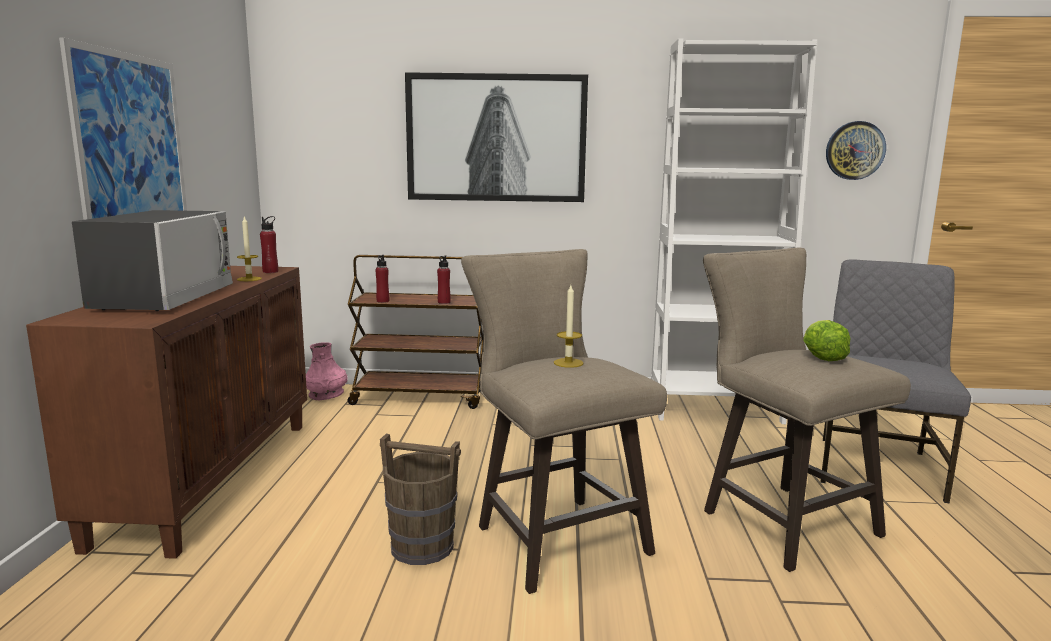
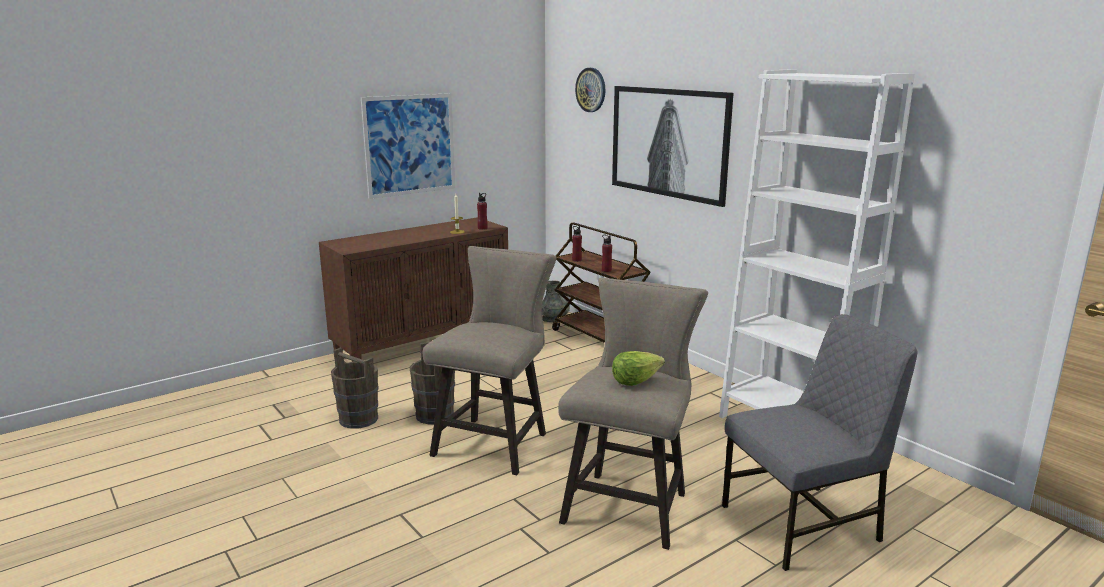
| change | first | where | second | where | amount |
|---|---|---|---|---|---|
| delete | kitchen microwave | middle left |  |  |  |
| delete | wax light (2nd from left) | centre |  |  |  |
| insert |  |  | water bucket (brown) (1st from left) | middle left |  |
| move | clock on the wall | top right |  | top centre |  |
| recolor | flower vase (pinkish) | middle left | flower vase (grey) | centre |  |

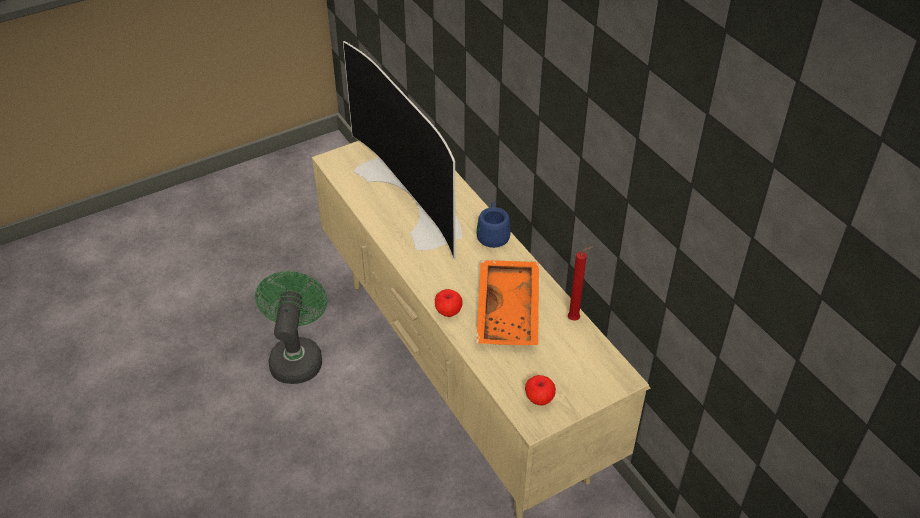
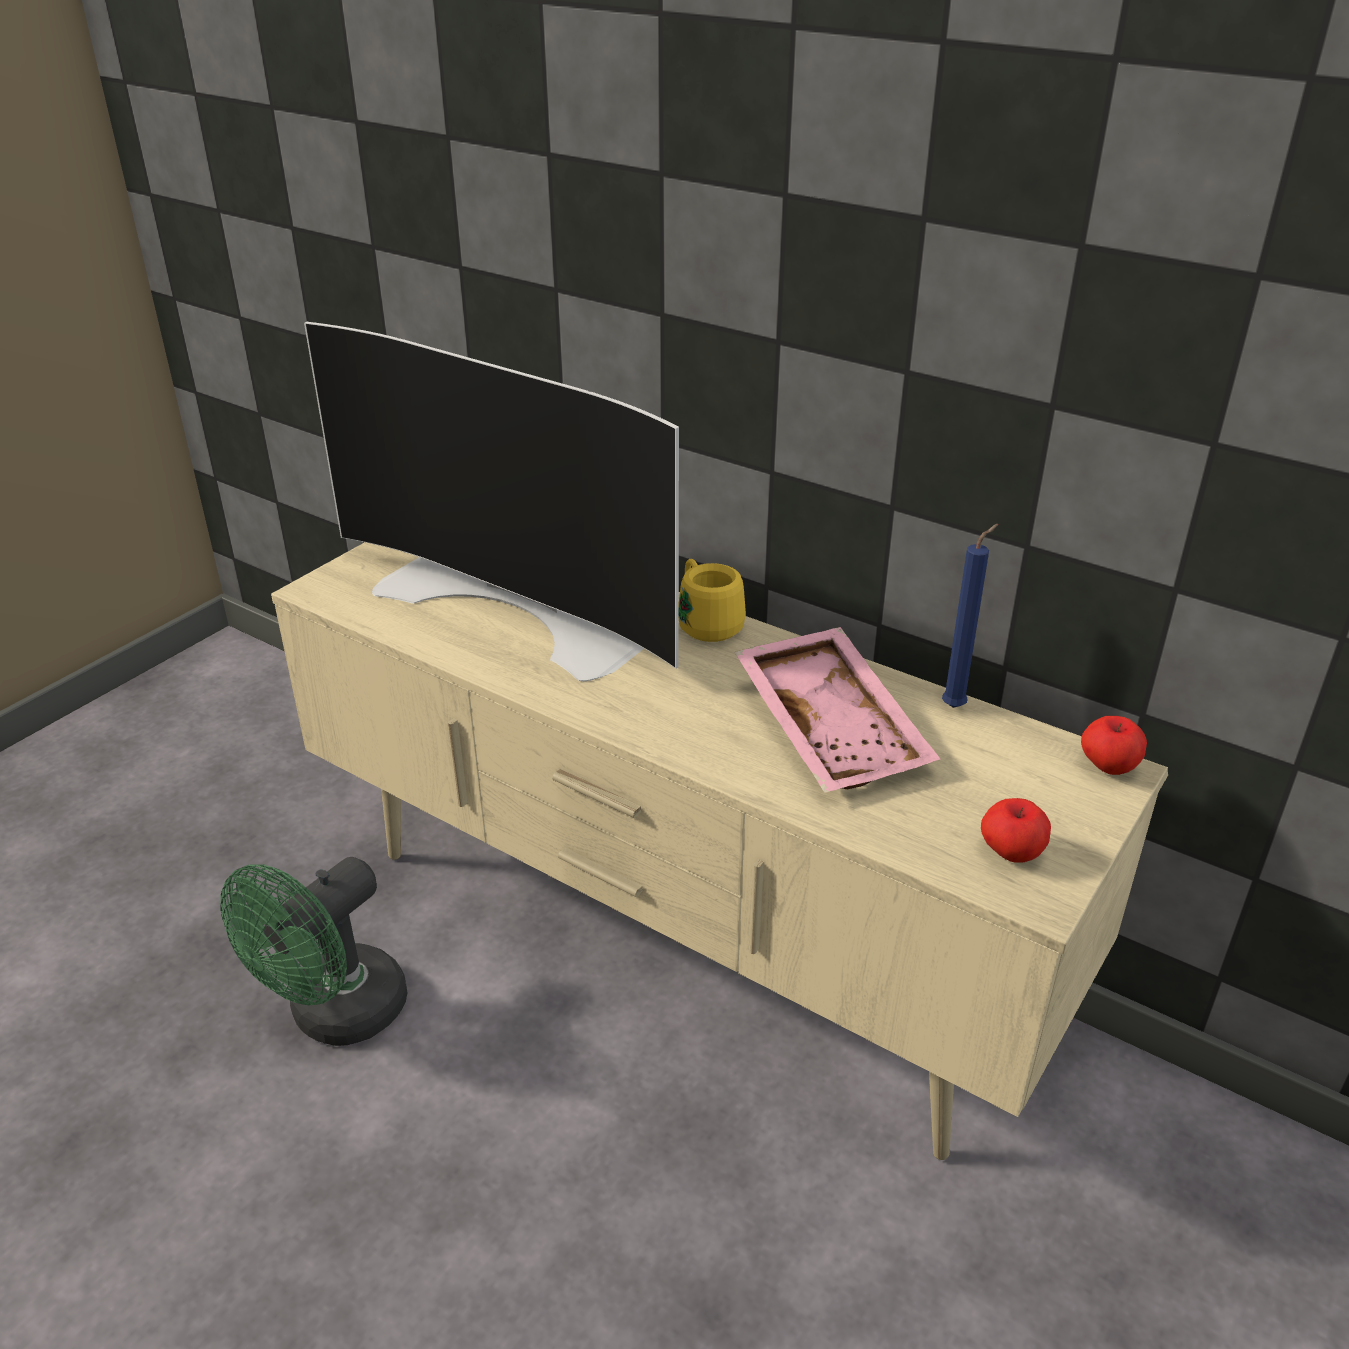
| change | first | where | second | where | amount |
|---|---|---|---|---|---|
| move | apple fruit (1st from left in the first image) | centre | apple fruit (2nd from left) | middle right |  |
| recolor | coffee mug (blue) | centre | coffee mug (yellow) | centre |  |
| recolor | serving tray (orangey) | centre | serving tray (pinkish) | centre |  |
| recolor | wax light (reddish) | centre | wax light (blue) | middle right |  |
| rotate | electric fan (greenish) | middle left |  | bottom left | 120 degrees counterclockwise |

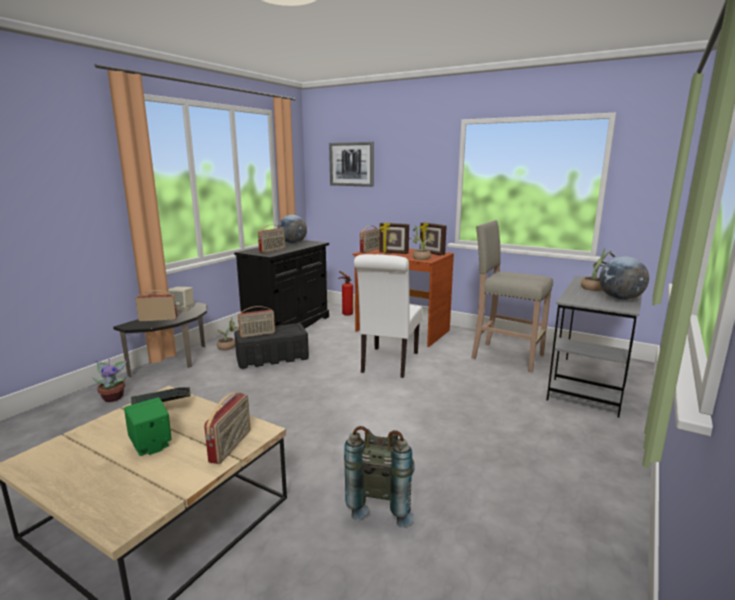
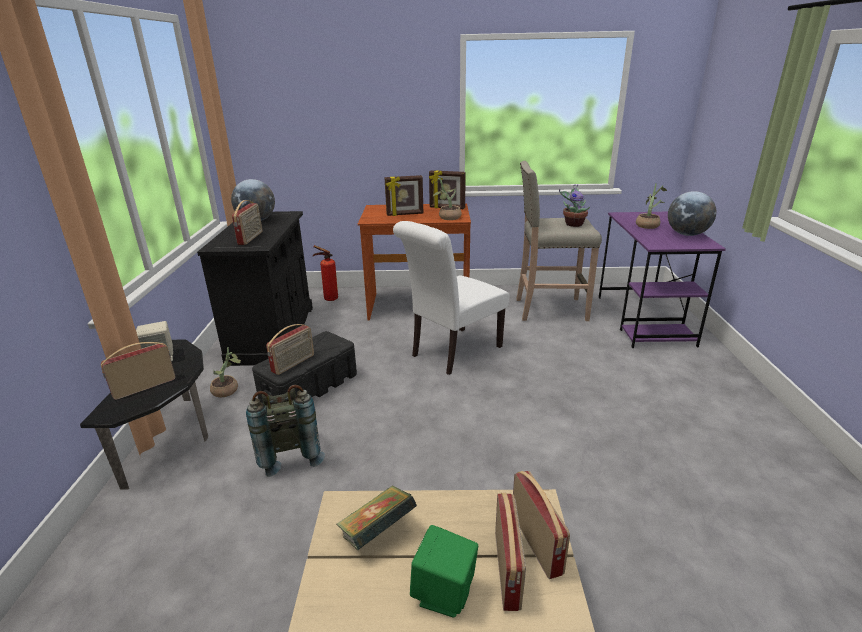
| change | first | where | second | where | amount |
|---|---|---|---|---|---|
| delete | wall picture | top centre |  |  |  |
| move | houseplant (1st from left in the first image) | middle left | houseplant (3rd from left) | top centre |  |
| move | knapsack (grey) | bottom centre |  | bottom left |  |
| move | radio (5th from left in the first image) | centre | radio (4th from left) | bottom centre |  |
| recolor | desk unit (grey) | middle right | desk unit (purple) | middle right |  |
| rotate | chair (whitish) | centre |  | centre | 60 degrees clockwise |

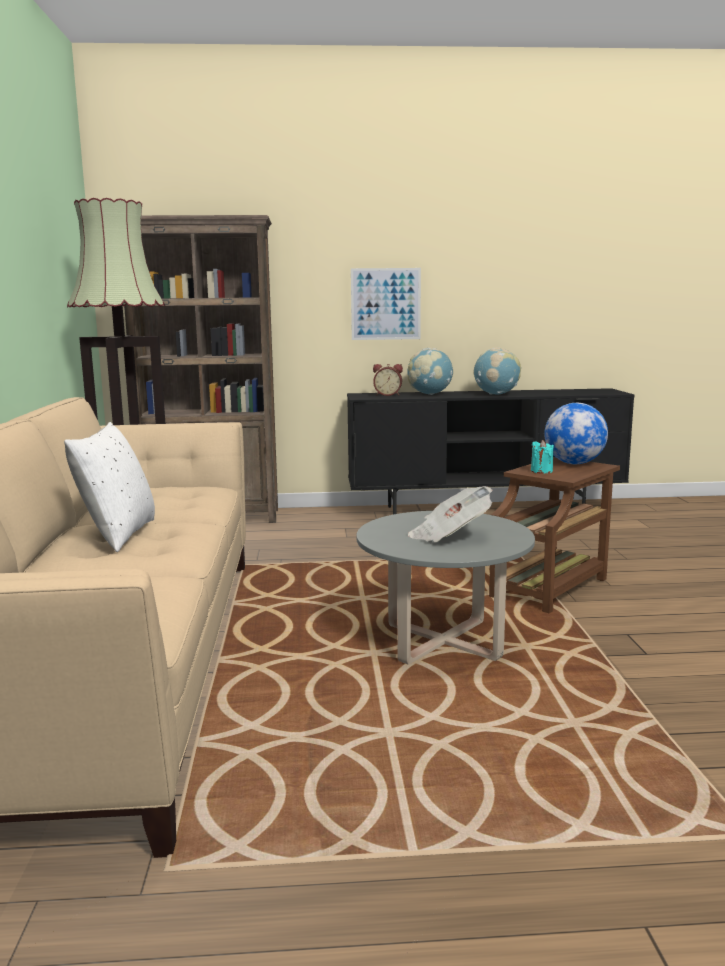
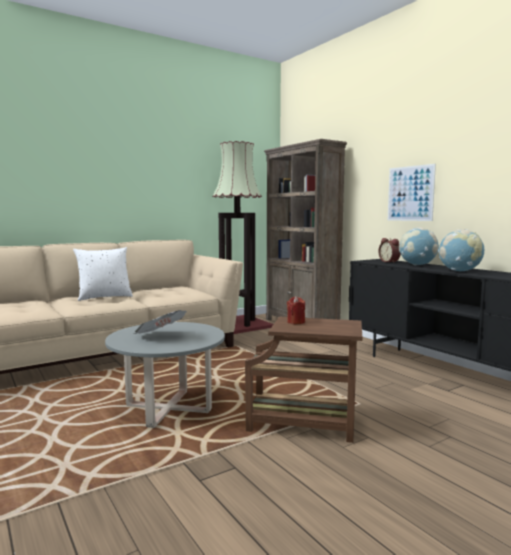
| change | first | where | second | where | amount |
|---|---|---|---|---|---|
| delete | globe (3rd from left) | middle right |  |  |  |
| recolor | wax light (blue-green) | middle right | wax light (reddish) | centre |  |

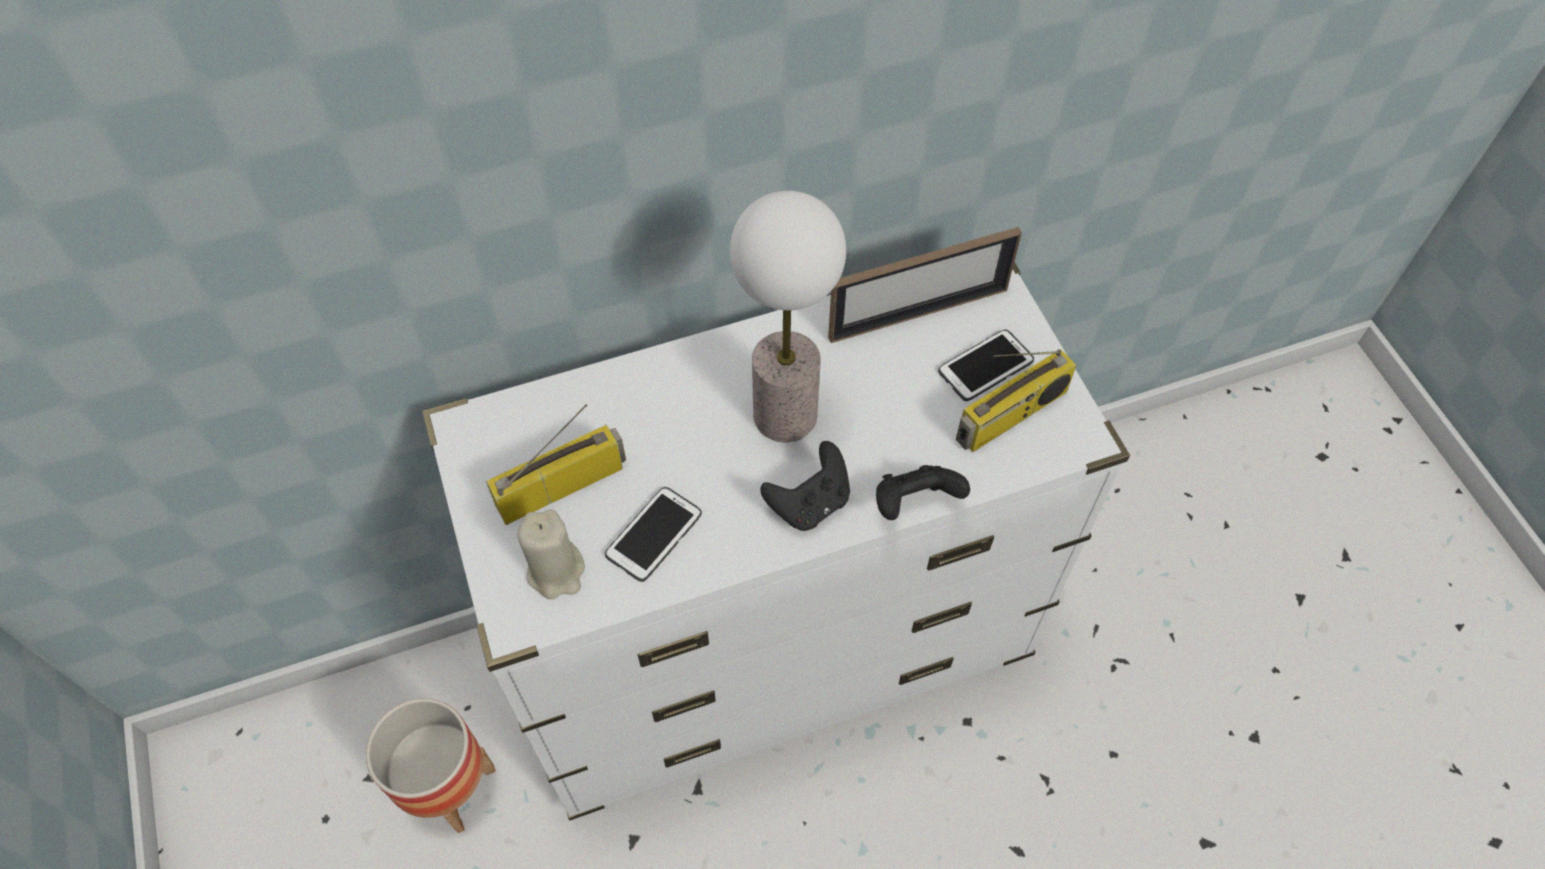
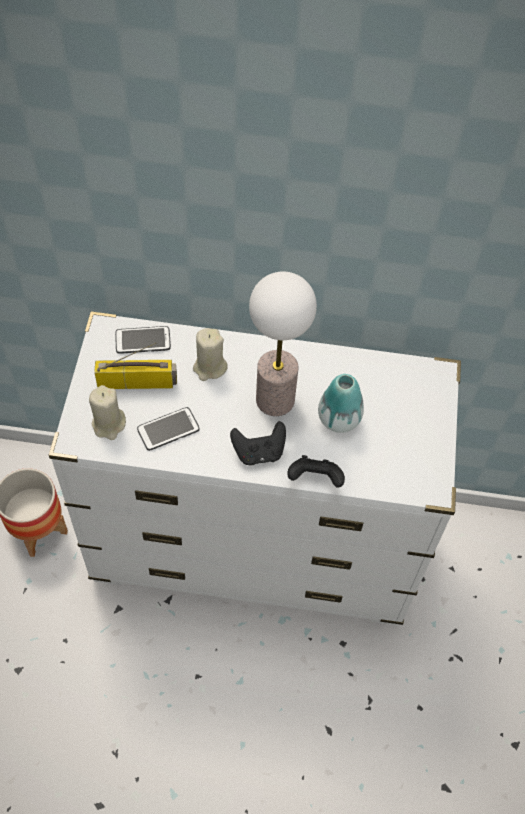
| change | first | where | second | where | amount |
|---|---|---|---|---|---|
| delete | picture frame | top centre |  |  |  |
| delete | radio (2nd from left) | centre |  |  |  |
| insert |  |  | wax light (beige) (2nd from left) | centre |  |
| insert |  |  | flower vase | centre |  |
| move | handset (2nd from left in the first image) | centre | handset (1st from left) | middle left |  |

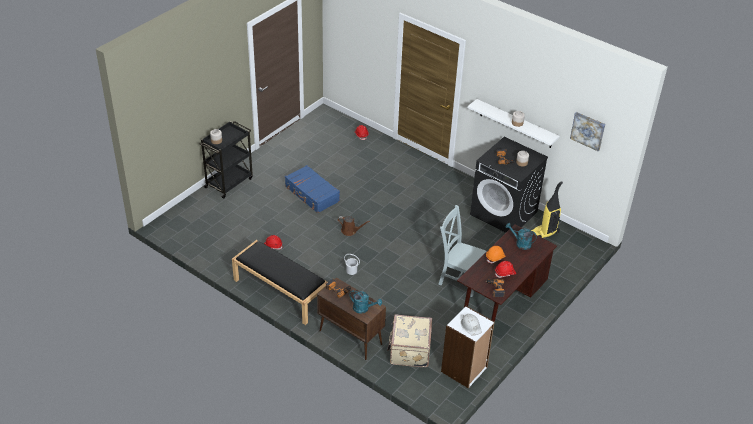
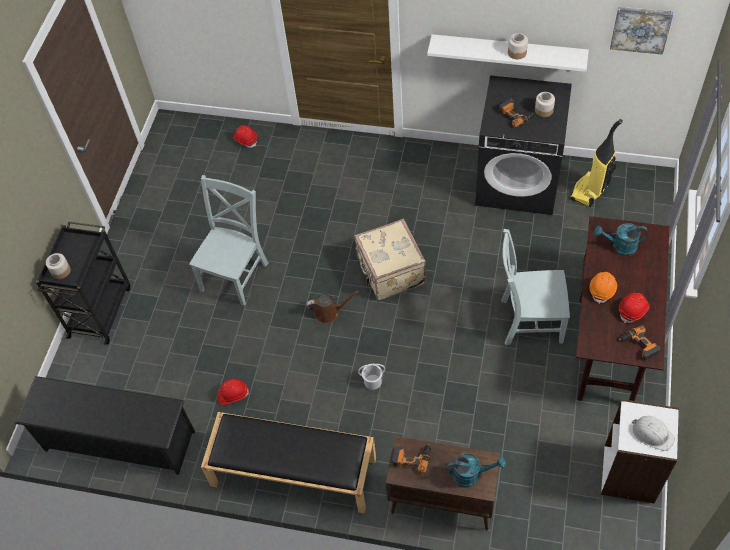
| change | first | where | second | where | amount |
|---|---|---|---|---|---|
| insert |  |  | shoe rack (black-coloured) | bottom left |  |
| move | piece of luggage (beige) | bottom centre |  | centre |  |
| replace | piece of luggage (blue) | centre | chair (grey) (1st from left) | middle left |  |

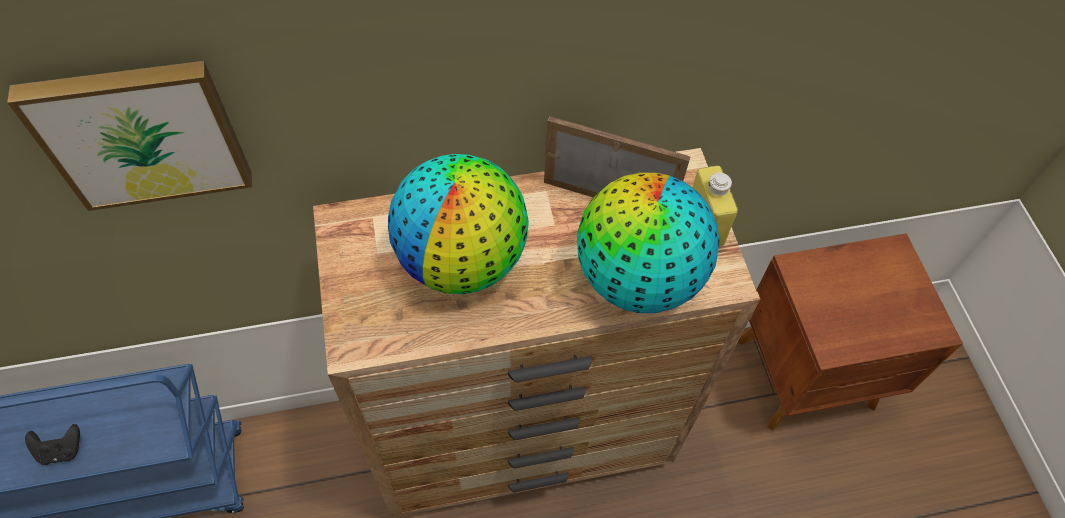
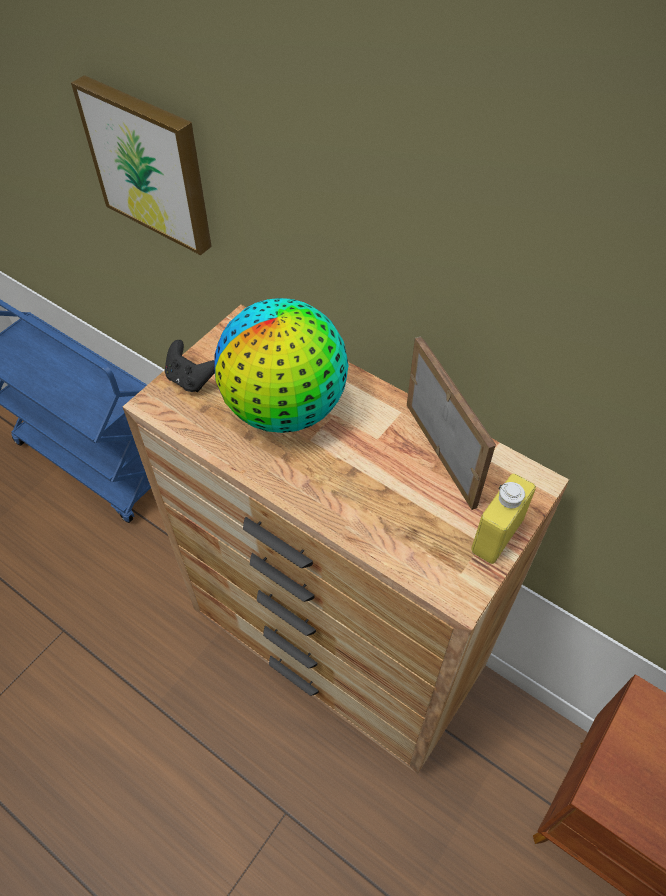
| change | first | where | second | where | amount |
|---|---|---|---|---|---|
| delete | globe (2nd from left) | centre |  |  |  |
| move | joypad (black-coloured) | bottom left |  | middle left |  |

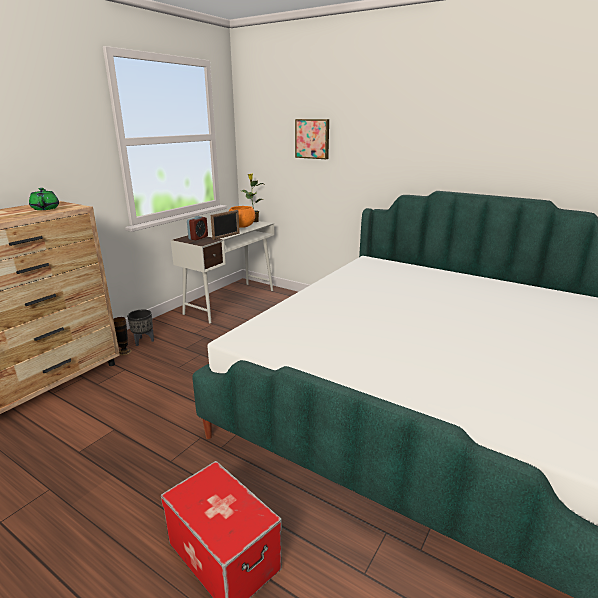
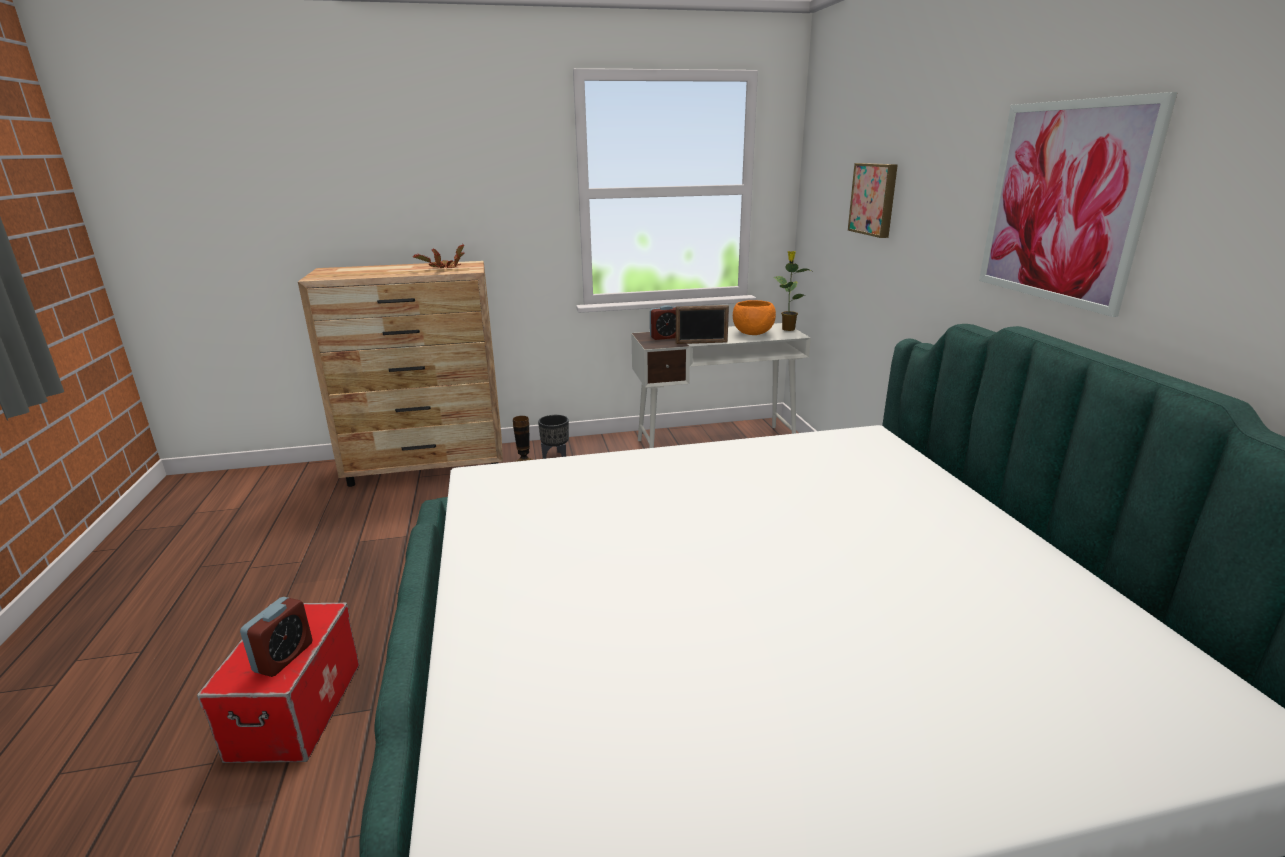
| change | first | where | second | where | amount |
|---|---|---|---|---|---|
| insert |  |  | alarm clock (1st from left) | bottom left |  |
| insert |  |  | wall picture (2nd from left) | top right |  |
| replace | teapot (greenish) | top left | houseplant (1st from left) | top centre |  |

